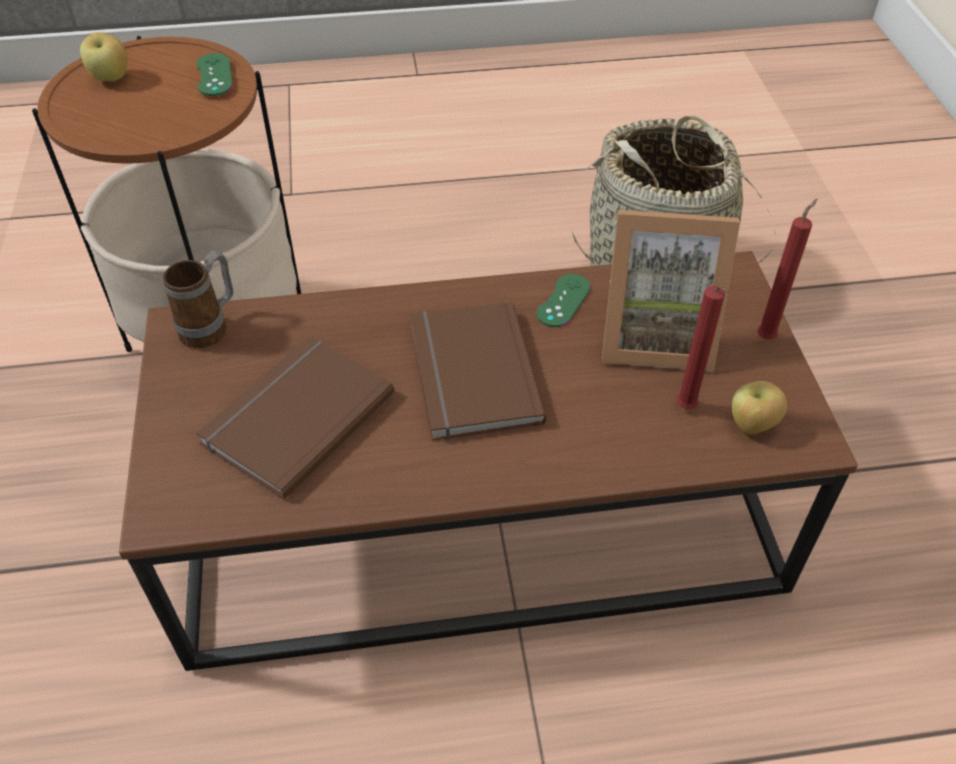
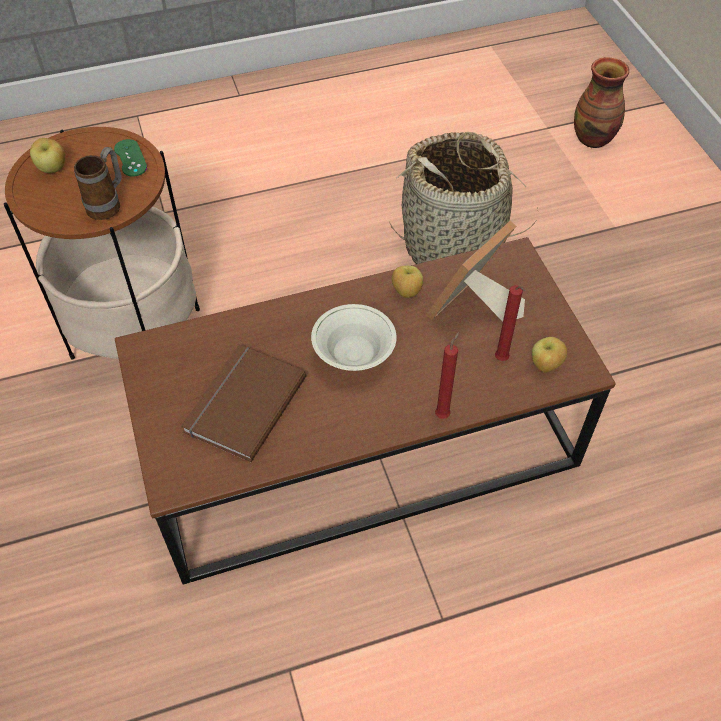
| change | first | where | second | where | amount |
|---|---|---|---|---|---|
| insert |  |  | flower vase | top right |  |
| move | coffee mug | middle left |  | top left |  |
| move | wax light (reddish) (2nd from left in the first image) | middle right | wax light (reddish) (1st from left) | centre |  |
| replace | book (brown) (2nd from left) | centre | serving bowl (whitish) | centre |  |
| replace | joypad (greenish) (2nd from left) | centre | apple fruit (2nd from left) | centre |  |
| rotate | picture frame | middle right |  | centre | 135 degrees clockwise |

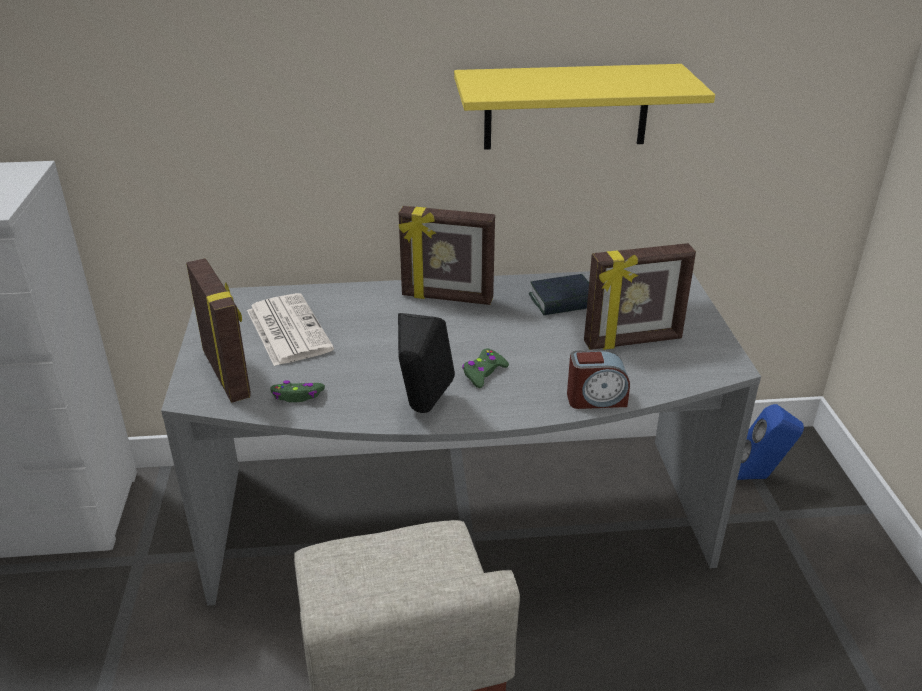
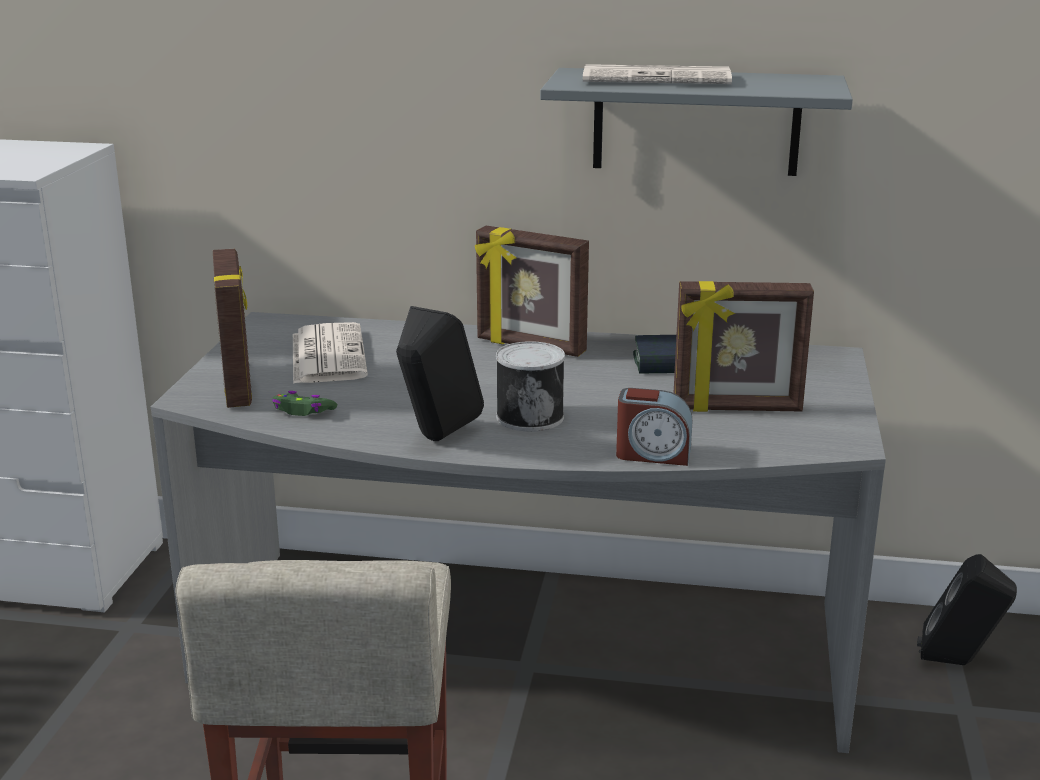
| change | first | where | second | where | amount |
|---|---|---|---|---|---|
| insert |  |  | printed paper (2nd from left) | top centre |  |
| replace | joypad (greenish) (2nd from left) | centre | metal can | centre |  |
| recolor | shelf (yellow) | top centre | shelf (grey) | top right |  |
| recolor | audio speaker (blue) | middle right | audio speaker (black-coloured) (2nd from left) | bottom right |  |

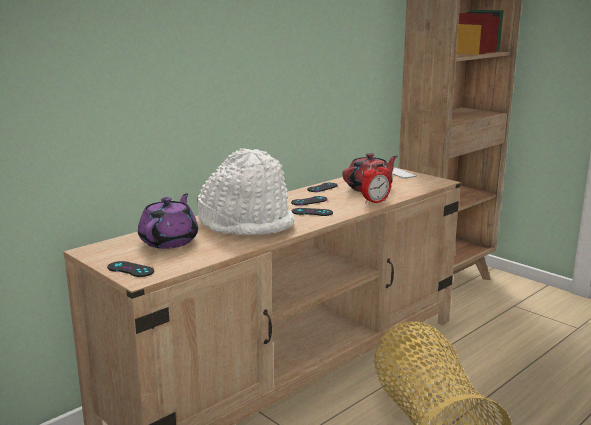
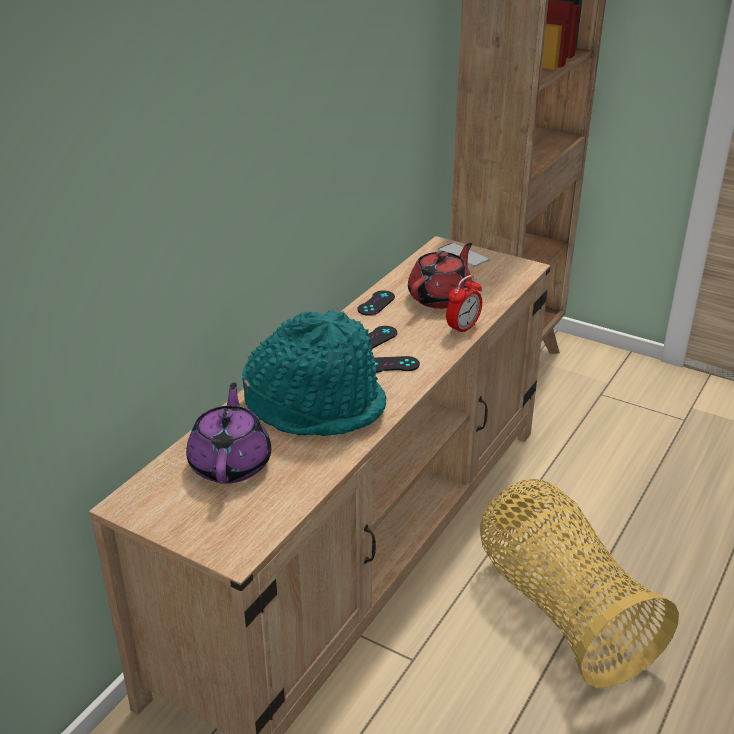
| change | first | where | second | where | amount |
|---|---|---|---|---|---|
| delete | joypad (black-coloured) (1st from left) | middle left |  |  |  |
| recolor | clothing hat (whitish) | centre | clothing hat (blue-green) | centre |  |

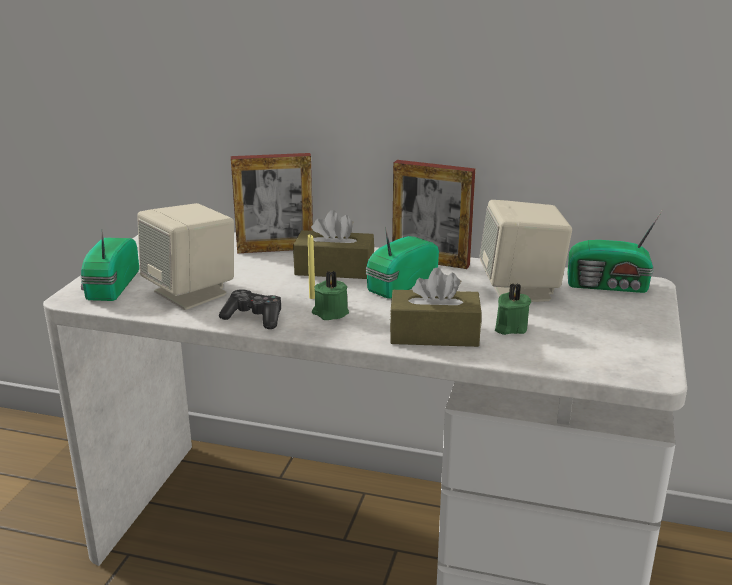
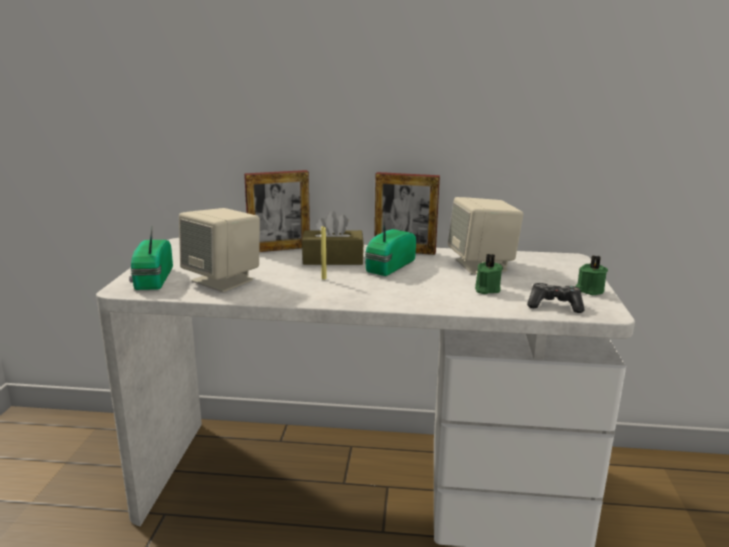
| change | first | where | second | where | amount |
|---|---|---|---|---|---|
| delete | box of tissues (brown) (2nd from left) | centre |  |  |  |
| delete | radio (3rd from left) | middle right |  |  |  |
| move | joypad | centre |  | middle right |  |
| move | wax light (greenish) (1st from left in the first image) | centre | wax light (greenish) (2nd from left) | middle right |  |

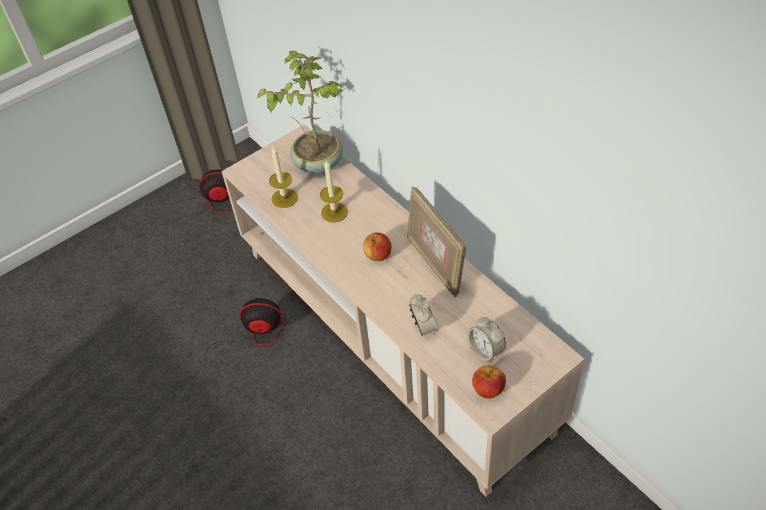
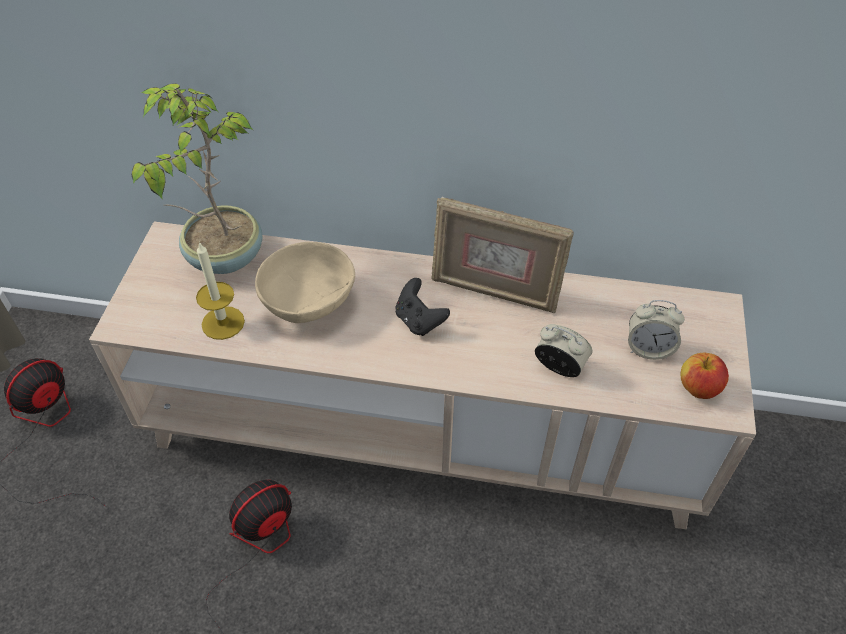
| change | first | where | second | where | amount |
|---|---|---|---|---|---|
| replace | wax light (2nd from left) | centre | serving bowl (beige) | centre |  |
| replace | apple fruit (1st from left) | centre | joypad (black-coloured) | centre |  |

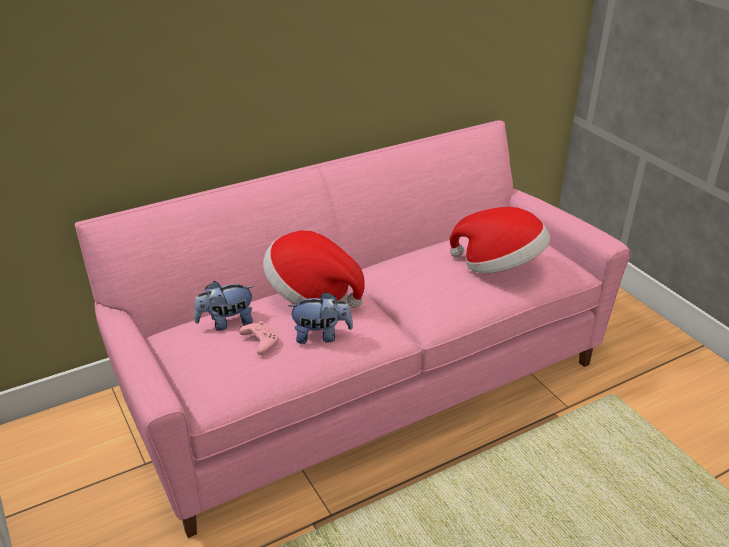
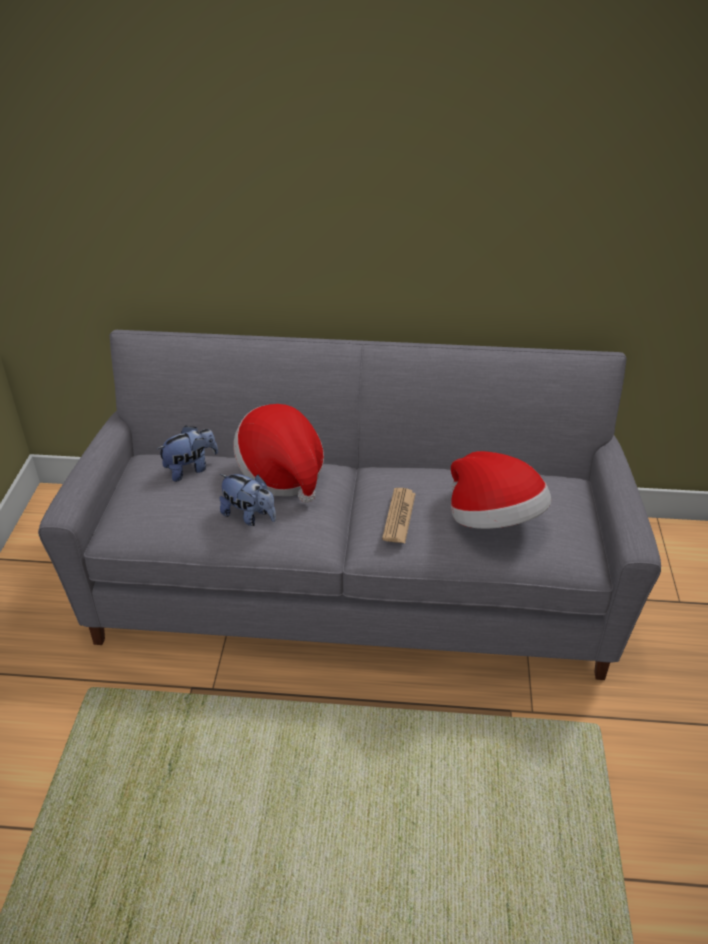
| change | first | where | second | where | amount |
|---|---|---|---|---|---|
| delete | joypad (pinkish) | centre |  |  |  |
| insert |  |  | printed paper | centre |  |
| recolor | settee (pinkish) | centre | settee (grey) | centre |  |
| rotate | cuddly toy (1st from left) | middle left |  | middle left | 135 degrees clockwise |

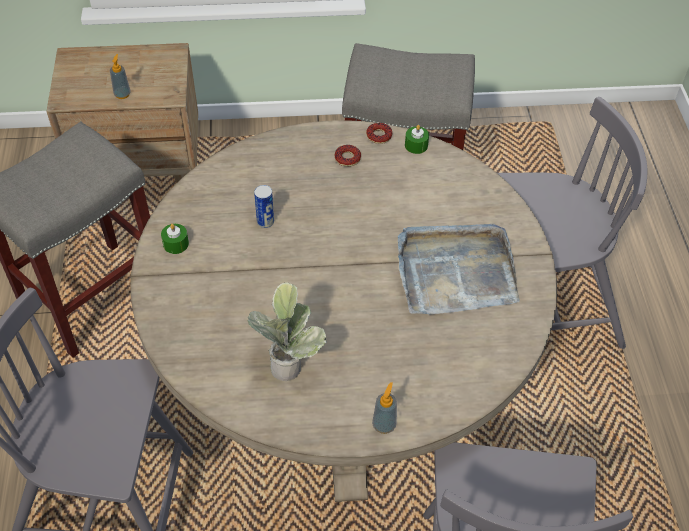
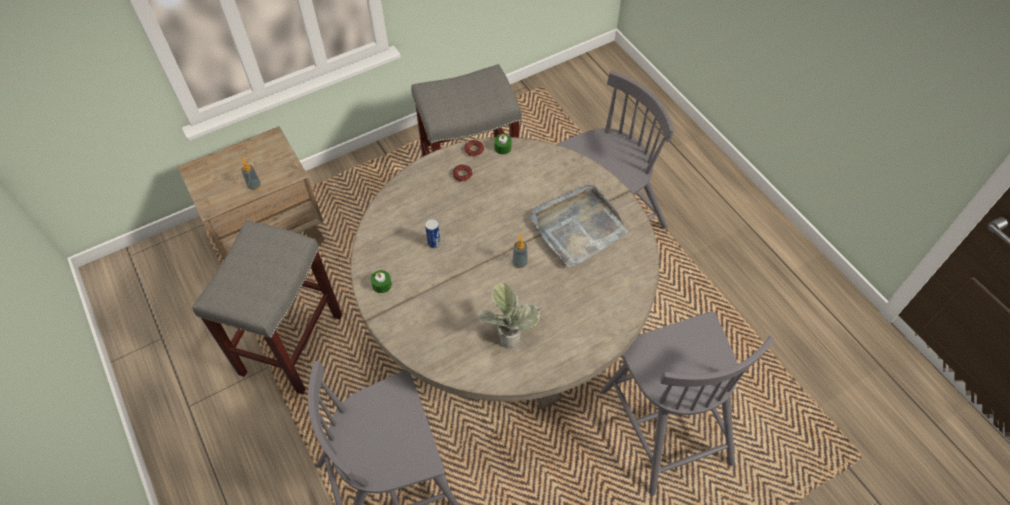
| change | first | where | second | where | amount |
|---|---|---|---|---|---|
| move | liquid soap bottle (2nd from left) | bottom centre |  | centre |  |

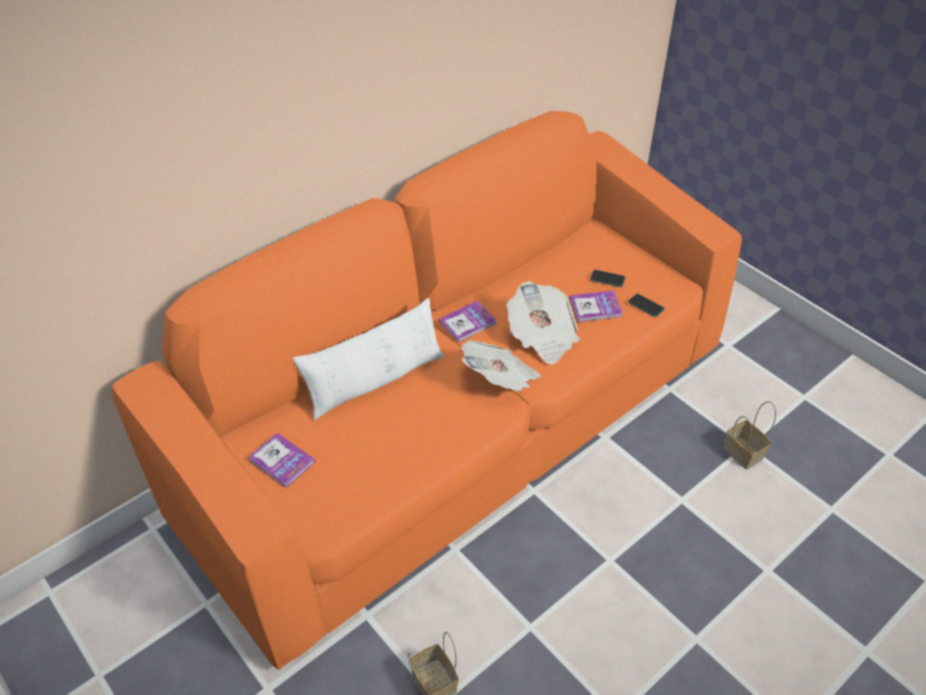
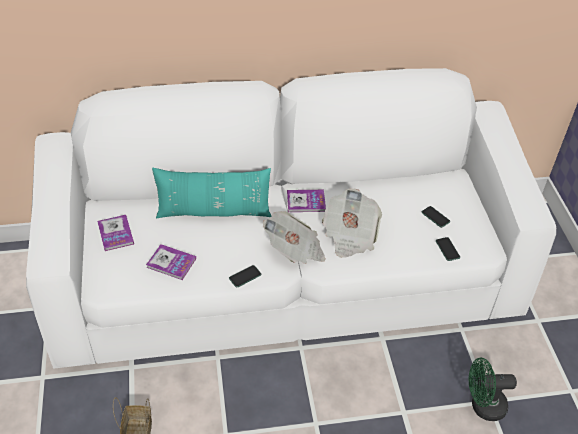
| change | first | where | second | where | amount |
|---|---|---|---|---|---|
| insert |  |  | handset (1st from left) | centre |  |
| move | book (3rd from left in the first image) | centre | book (2nd from left) | middle left |  |
| replace | basket (2nd from left) | middle right | electric fan (greenish) | bottom right |  |
| recolor | settee (orangey) | centre | settee (whitish) | centre |  |
| recolor | pillow (whitish) | centre | pillow (blue-green) | centre |  |

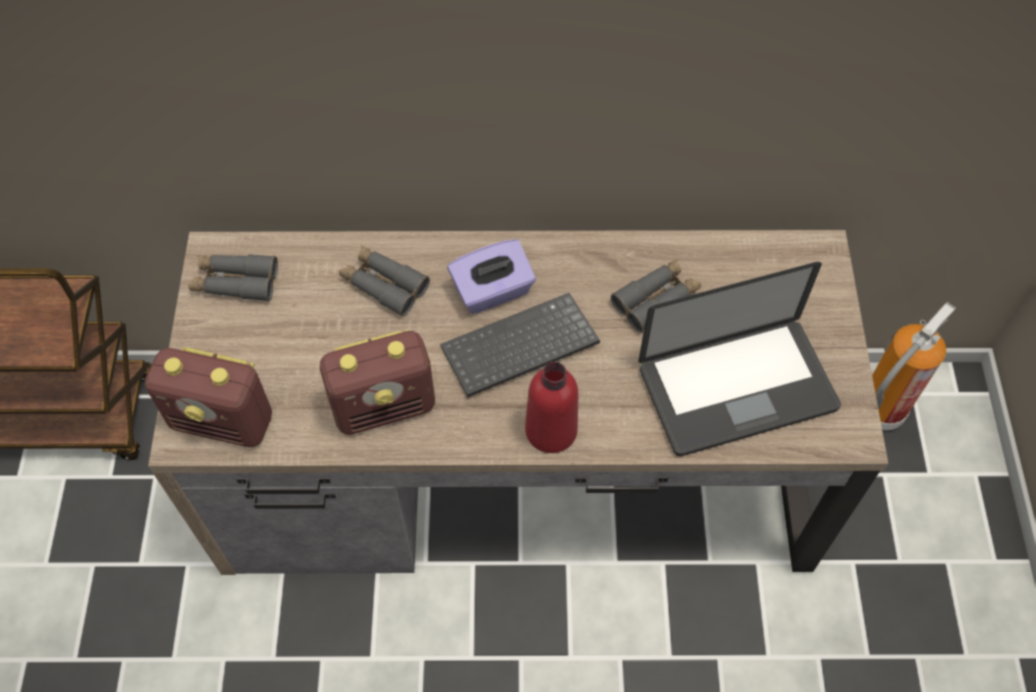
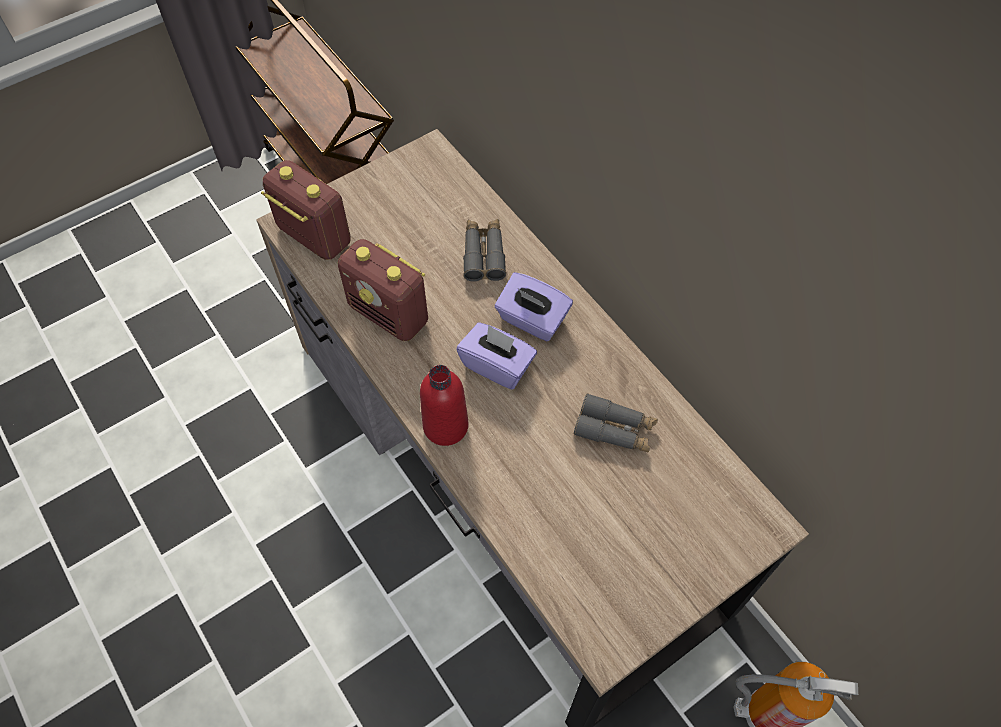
| change | first | where | second | where | amount |
|---|---|---|---|---|---|
| delete | binoculars (grey) (1st from left) | middle left |  |  |  |
| delete | notebook computer | middle right |  |  |  |
| replace | computer keyboard | centre | box of tissues (purple) (1st from left) | centre |  |
| rotate | radio (1st from left) | middle left |  | top left | 150 degrees clockwise |

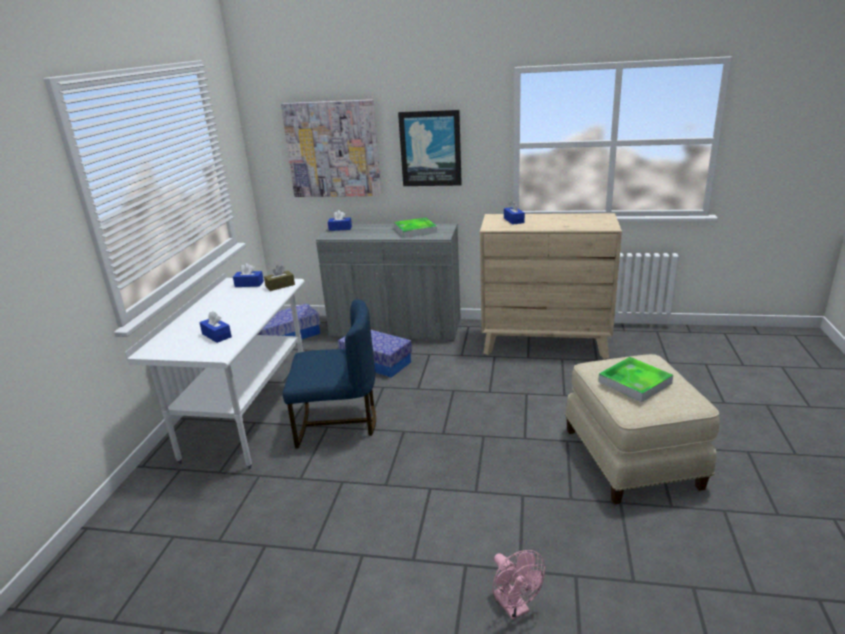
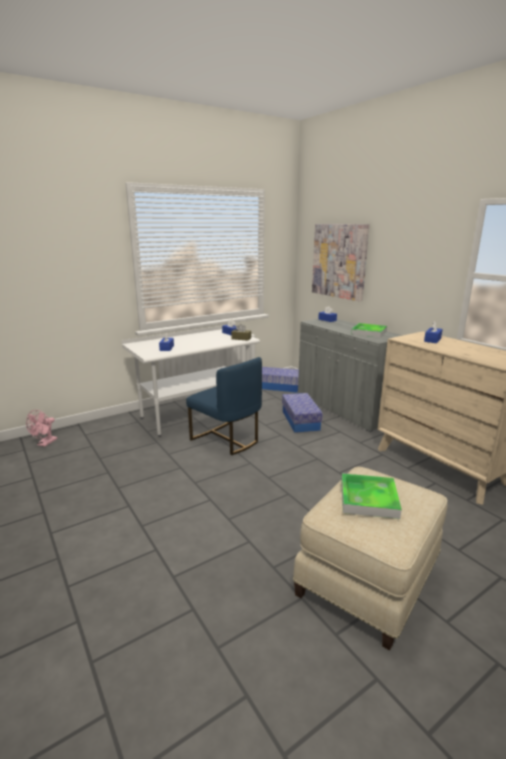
| change | first | where | second | where | amount |
|---|---|---|---|---|---|
| delete | wall picture (2nd from left) | top centre |  |  |  |
| move | electric fan (pinkish) | bottom centre |  | middle left |  |

